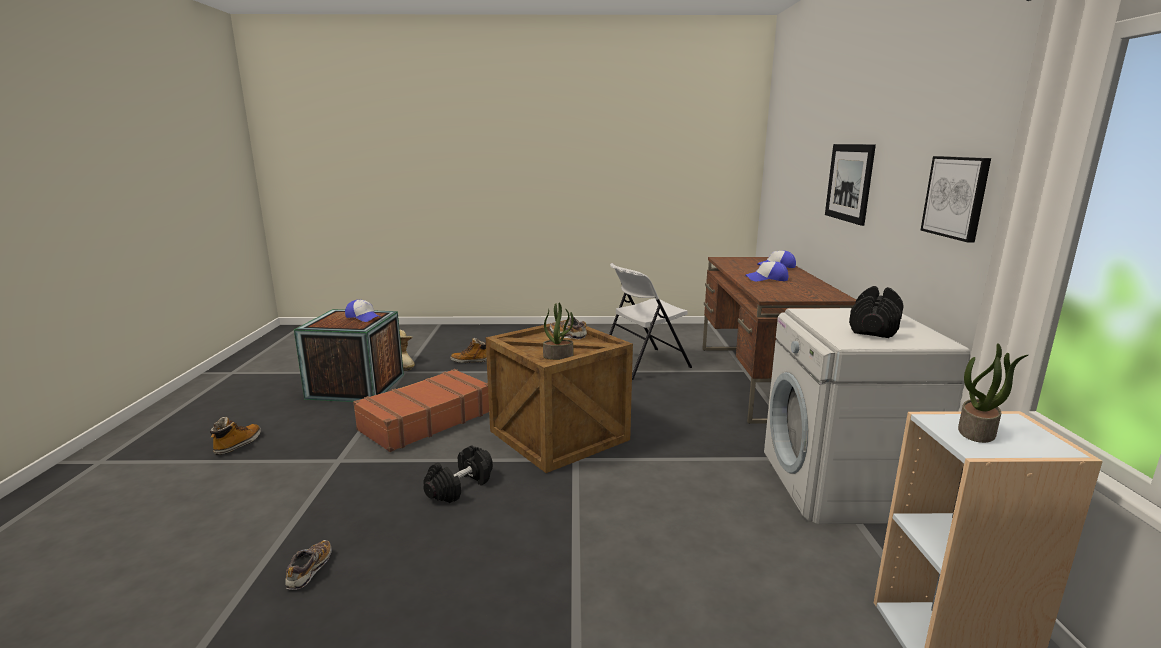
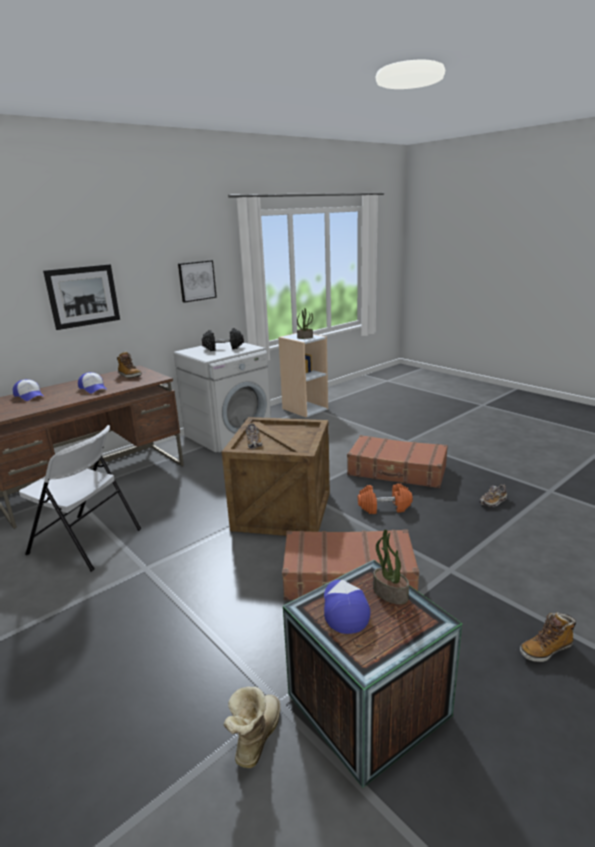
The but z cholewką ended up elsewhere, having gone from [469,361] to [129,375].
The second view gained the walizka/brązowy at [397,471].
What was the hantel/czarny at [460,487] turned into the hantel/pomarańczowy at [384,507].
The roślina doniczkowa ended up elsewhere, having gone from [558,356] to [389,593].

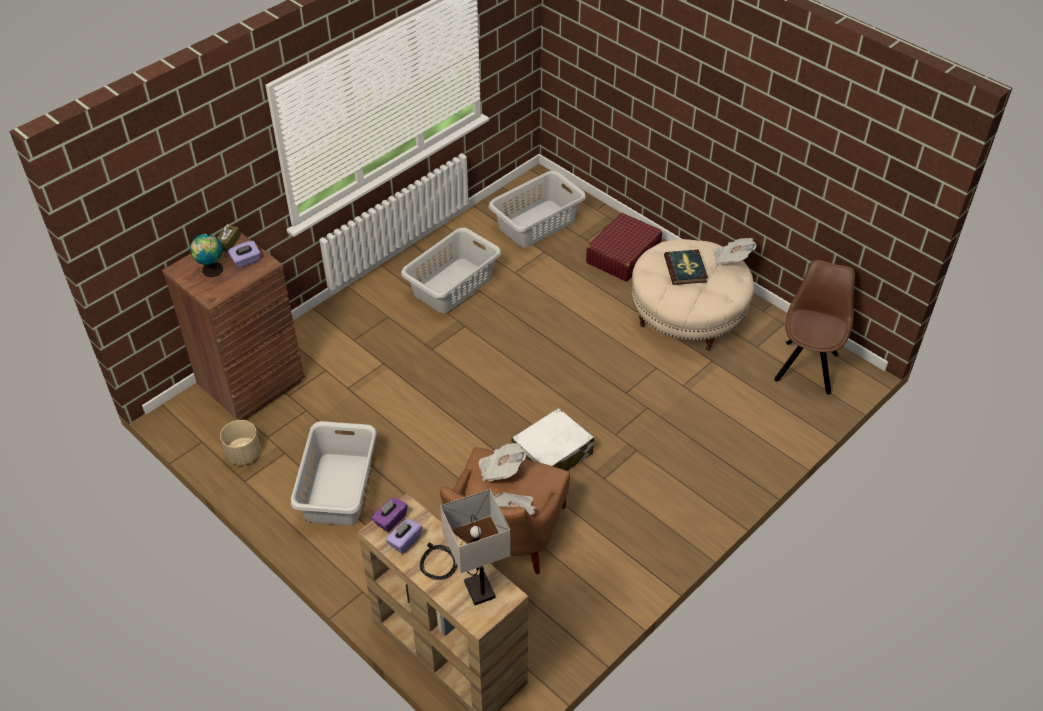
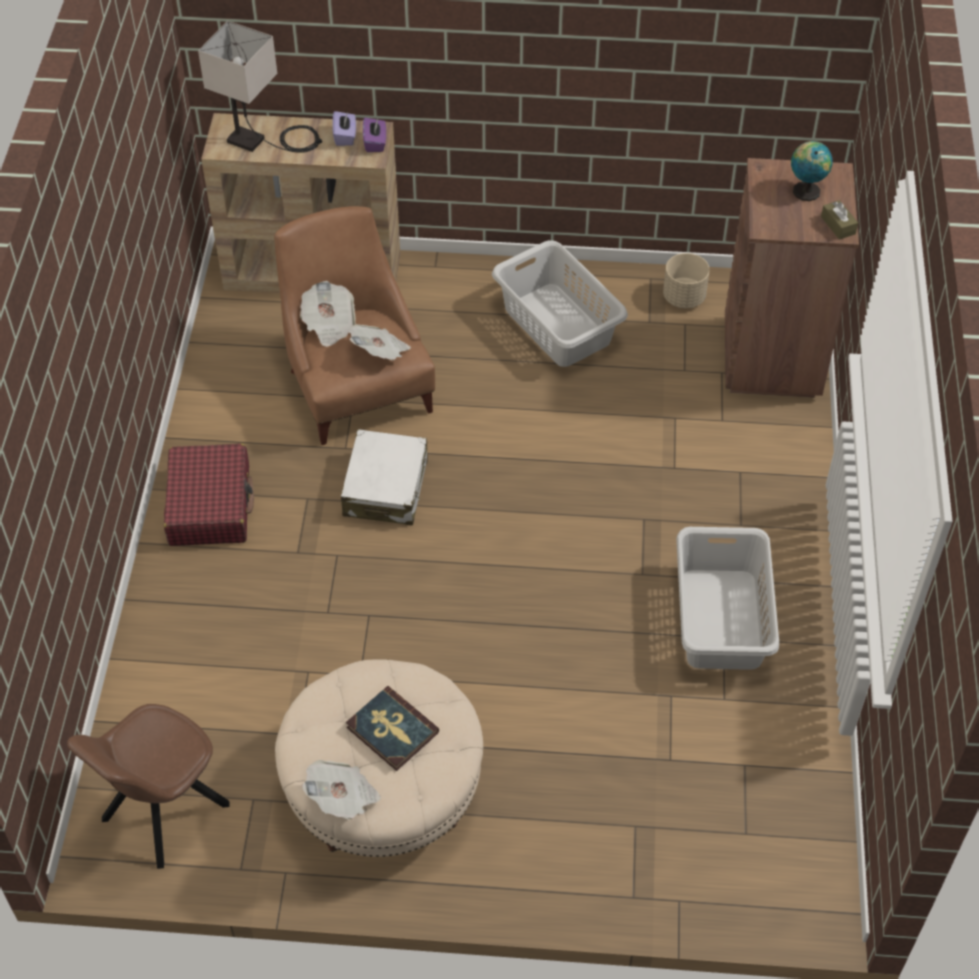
The krzesło/brązowy at [807,367] ended up facing another way, 60 degrees clockwise from before.
The walizka/czerwony ended up elsewhere, having gone from [622,255] to [210,505].
The second view lost the pudełko chusteczek/fioletowy at [246,261].
The second view lost the kosz na pranie/szary at [537,224].

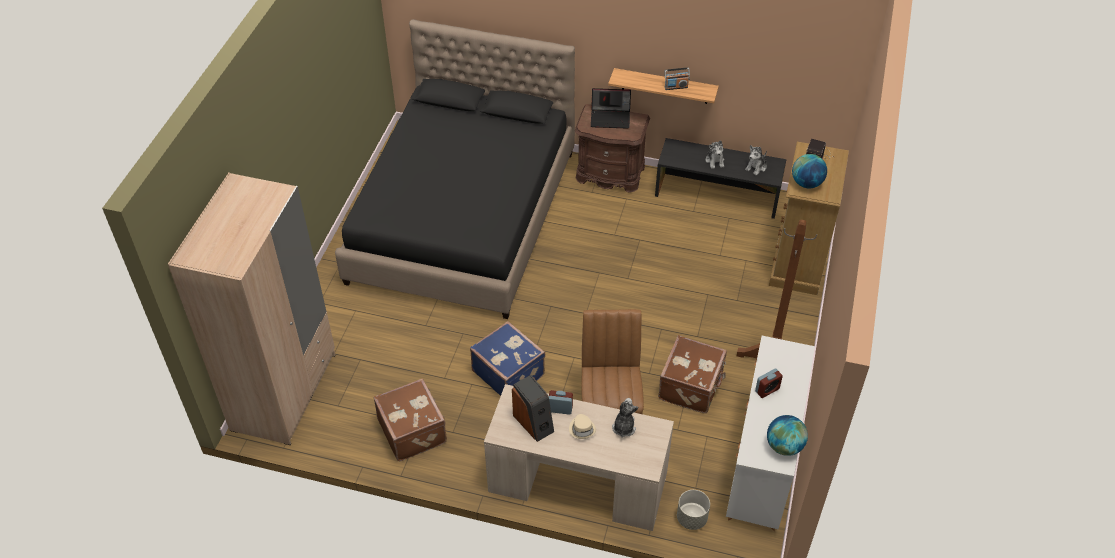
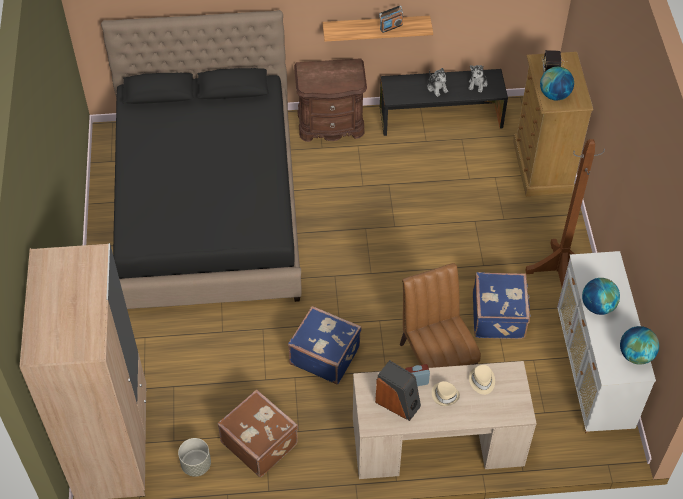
The donica/szary ended up elsewhere, having gone from [691,518] to [196,465].
Where the pluszak stood at [623,427], the kapelusz/beżowy came to stand at [482,381].
What was the walizka/brązowy at [691,386] turned into the walizka/niebieski at [499,316].
Where the budzik stood at [767,390], the globus came to stand at [597,306].
The second view lost the laptop at [611,117].

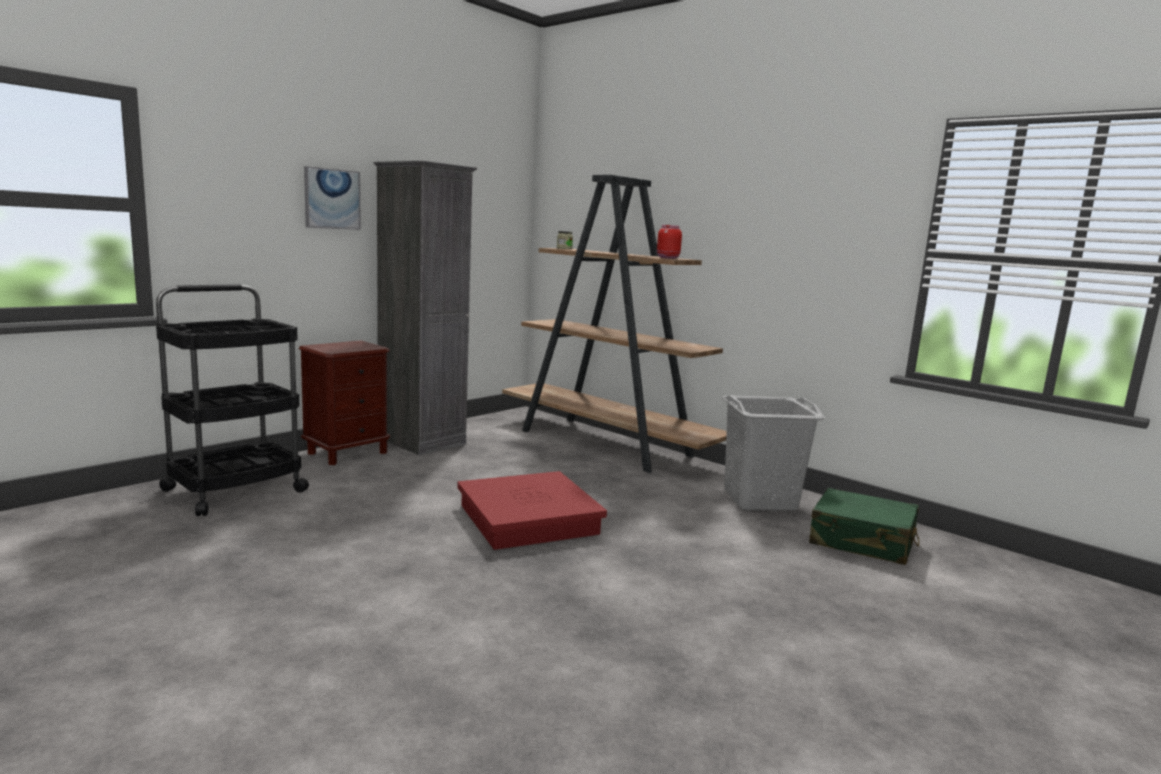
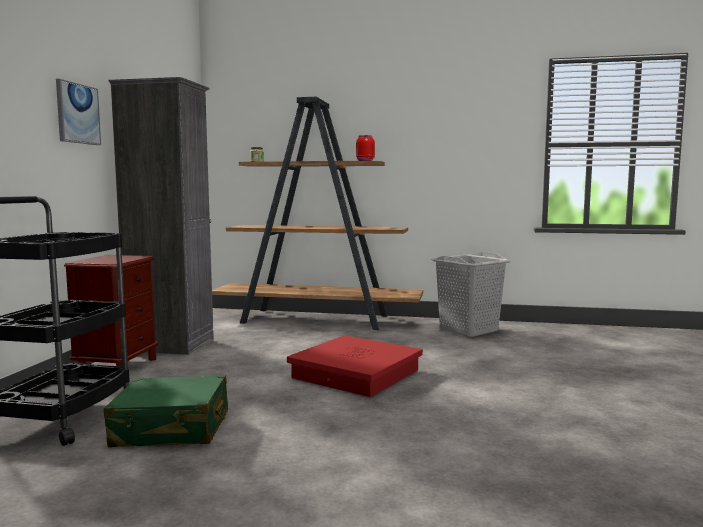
The walizka/zielony ended up elsewhere, having gone from [862,542] to [172,429].

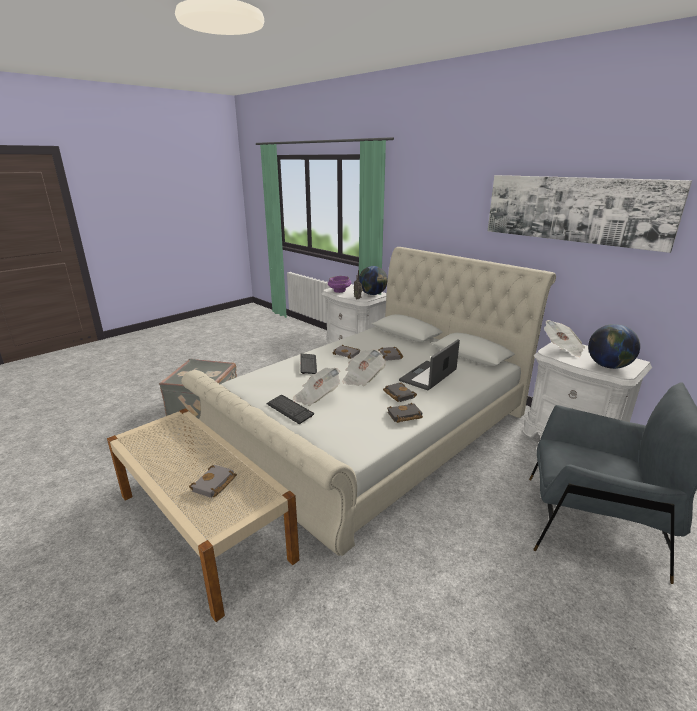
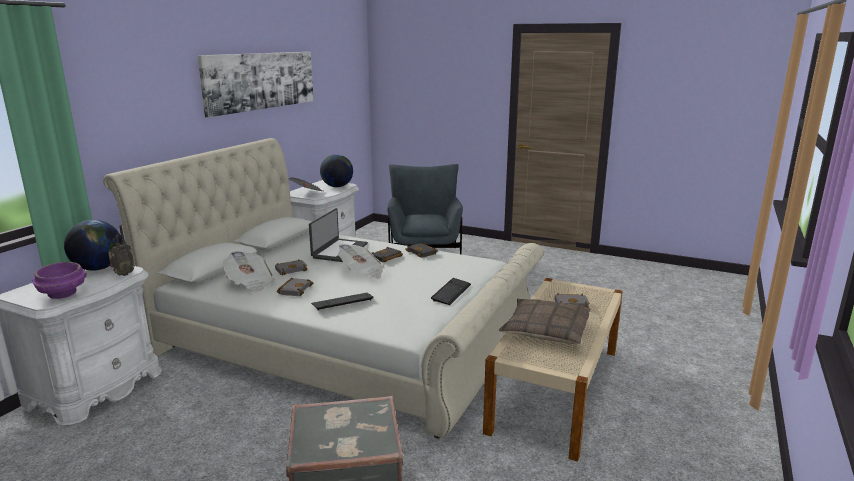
The gazeta ended up elsewhere, having gone from [317,397] to [250,283].
The laptop at [429,376] ended up facing another way, 90 degrees counterclockwise from before.
The second view gained the poduszka at [545,330].

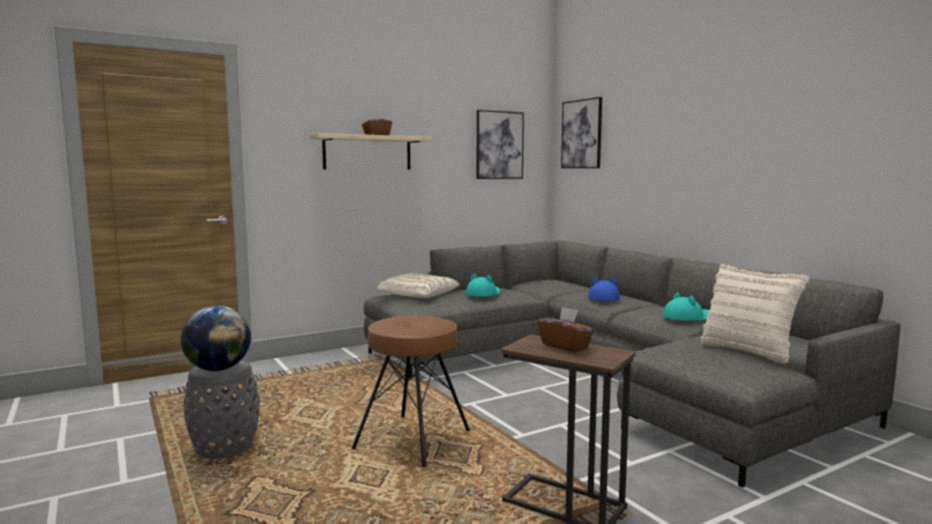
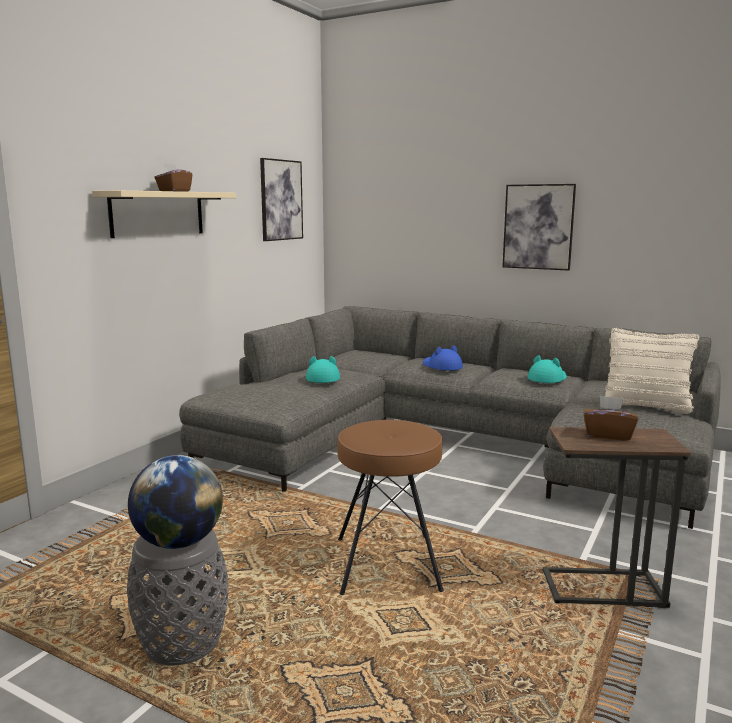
The obraz ended up elsewhere, having gone from [582,134] to [538,227].
The second view lost the poduszka/beżowy at [419,295].

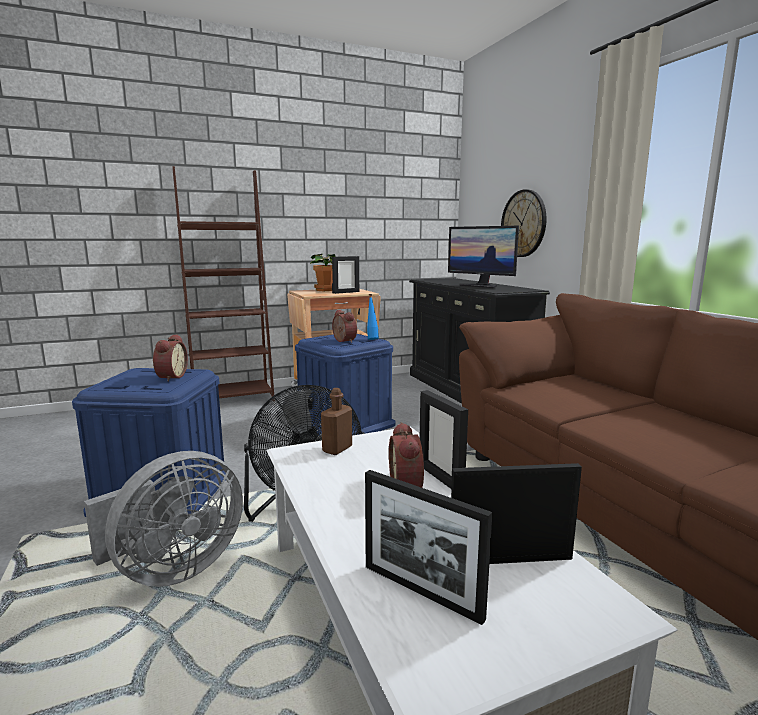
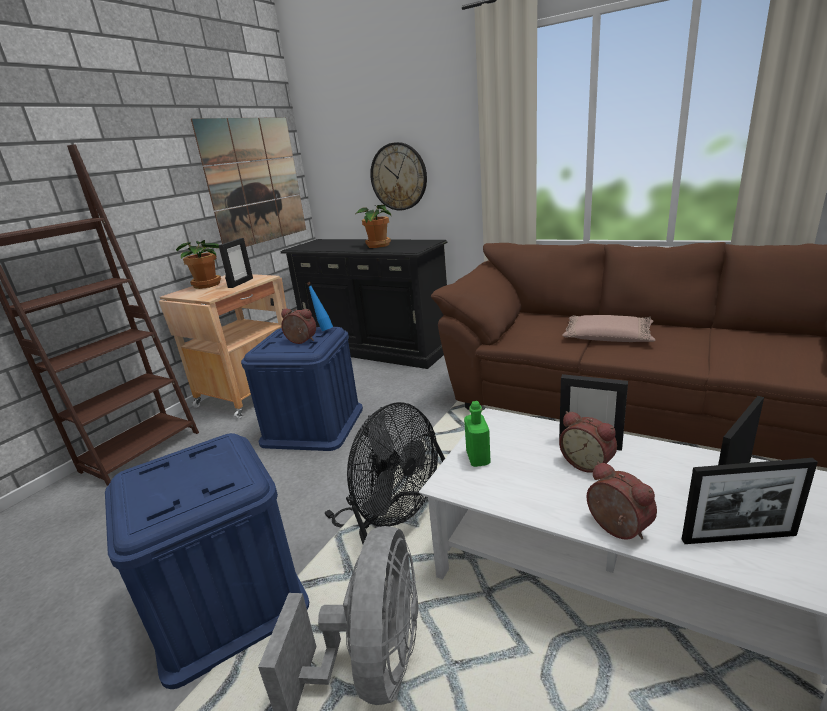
The second view gained the obraz at [255,182].
Where the monitor stood at [481,286], the roślina doniczkowa came to stand at [377,245].
What was the butelka/brązowy at [337,449] turned into the butelka/zielony at [478,458].
The second view gained the poduszka/beżowy at [608,335].
The budzik ended up elsewhere, having gone from [170,377] to [615,529].

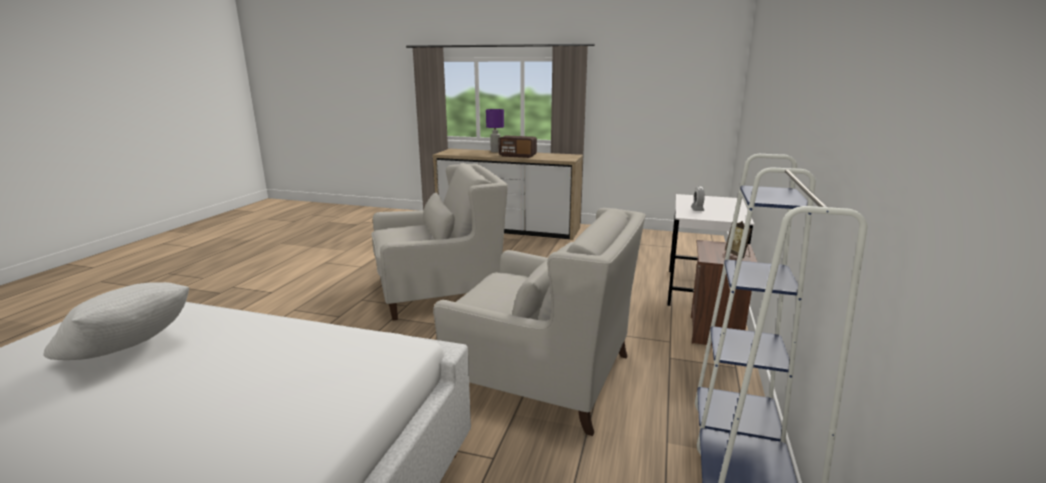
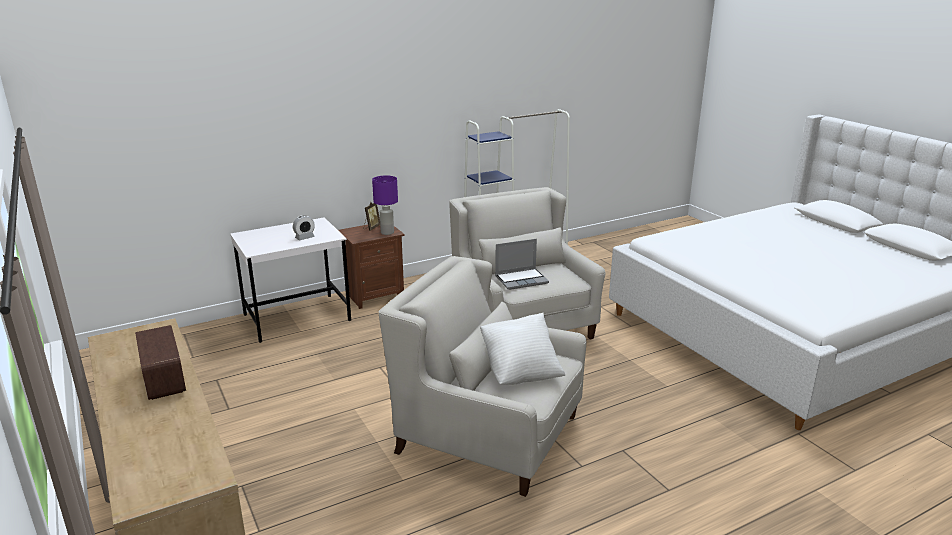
The lampa stołowa/fioletowy ended up elsewhere, having gone from [495,151] to [387,232].
The poduszka/biały ended up elsewhere, having gone from [129,352] to [520,371].
The second view gained the laptop at [521,279].

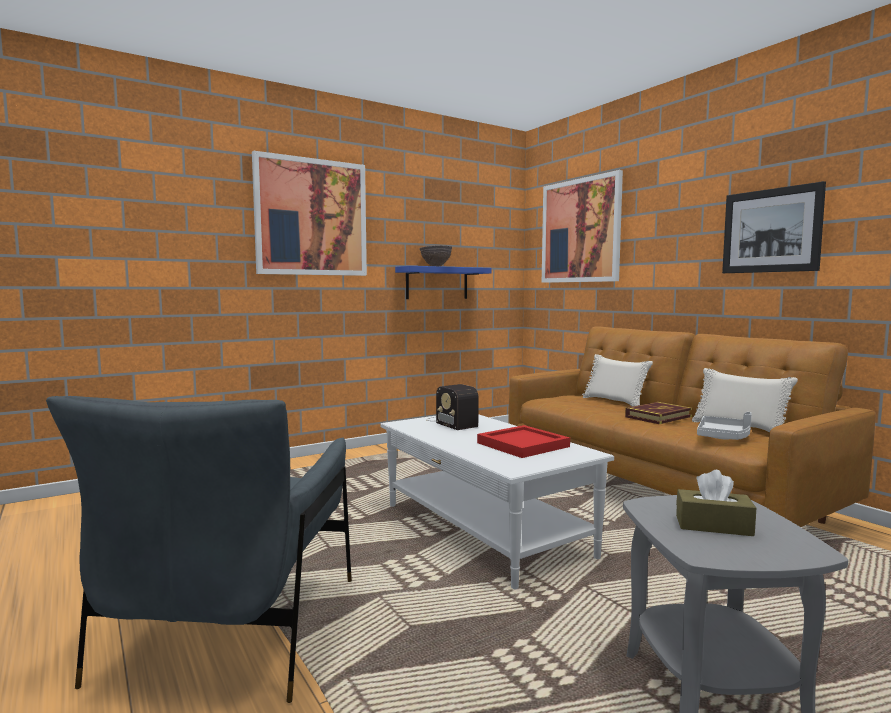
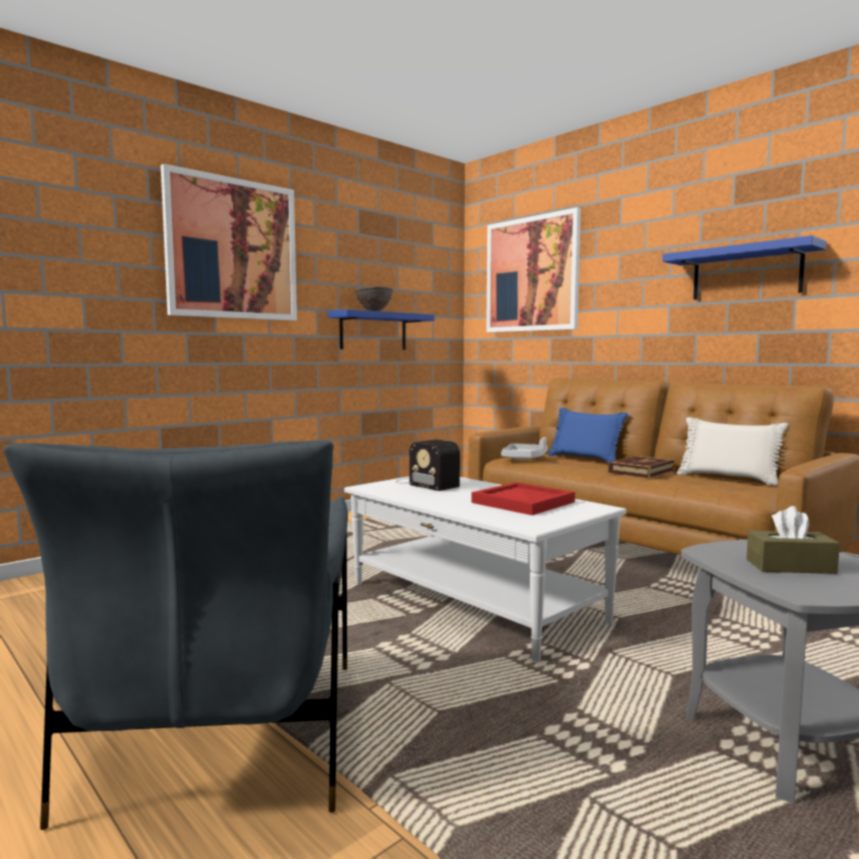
The taca/szary ended up elsewhere, having gone from [724,437] to [525,458].
What was the poduszka/biały at [614,402] turned into the poduszka/niebieski at [585,459].
Where the obraz hung at [771,230], the półka/niebieski came to hang at [746,273].

